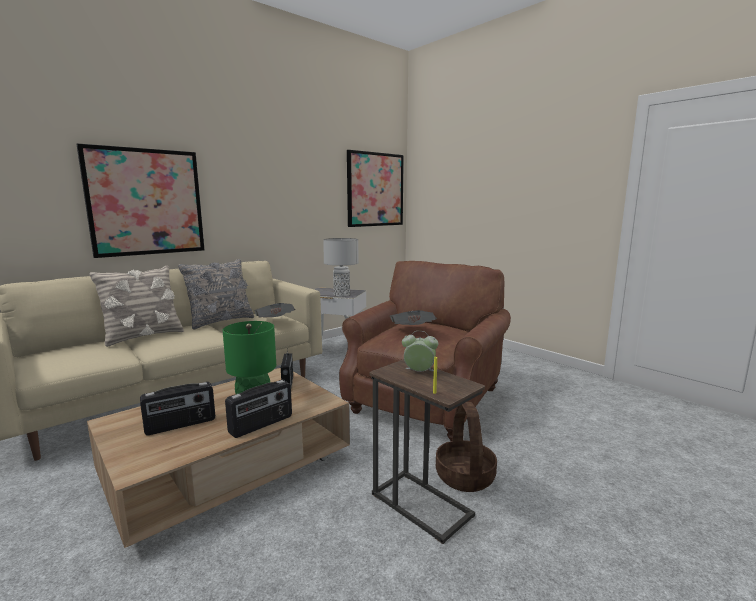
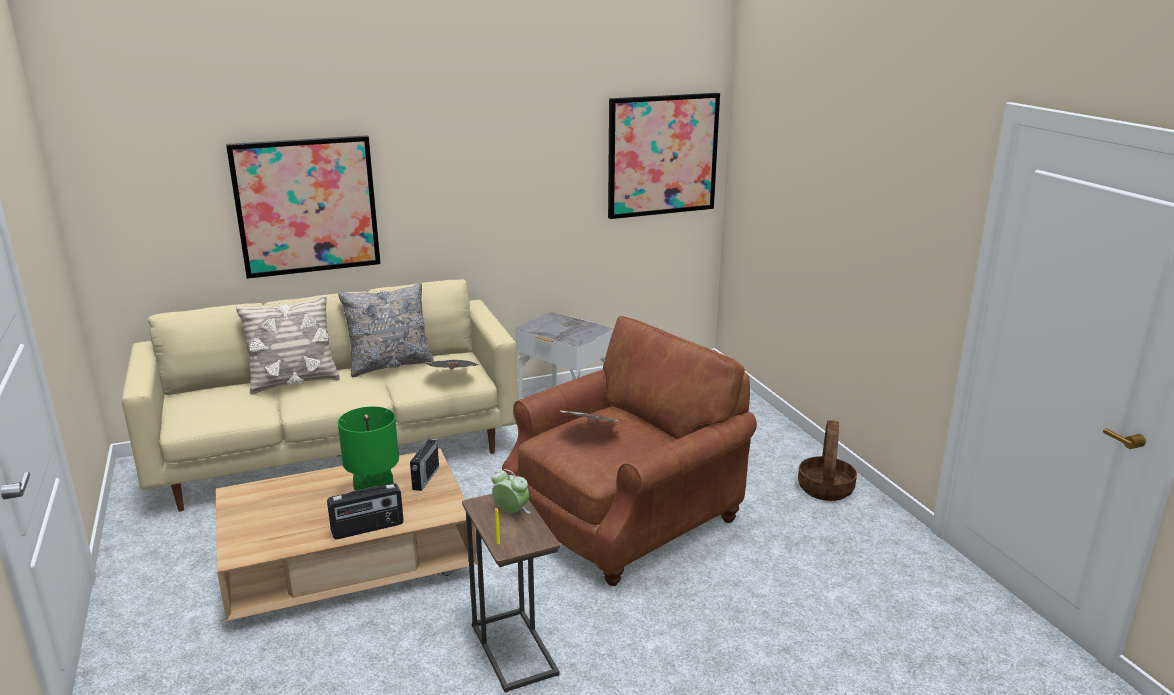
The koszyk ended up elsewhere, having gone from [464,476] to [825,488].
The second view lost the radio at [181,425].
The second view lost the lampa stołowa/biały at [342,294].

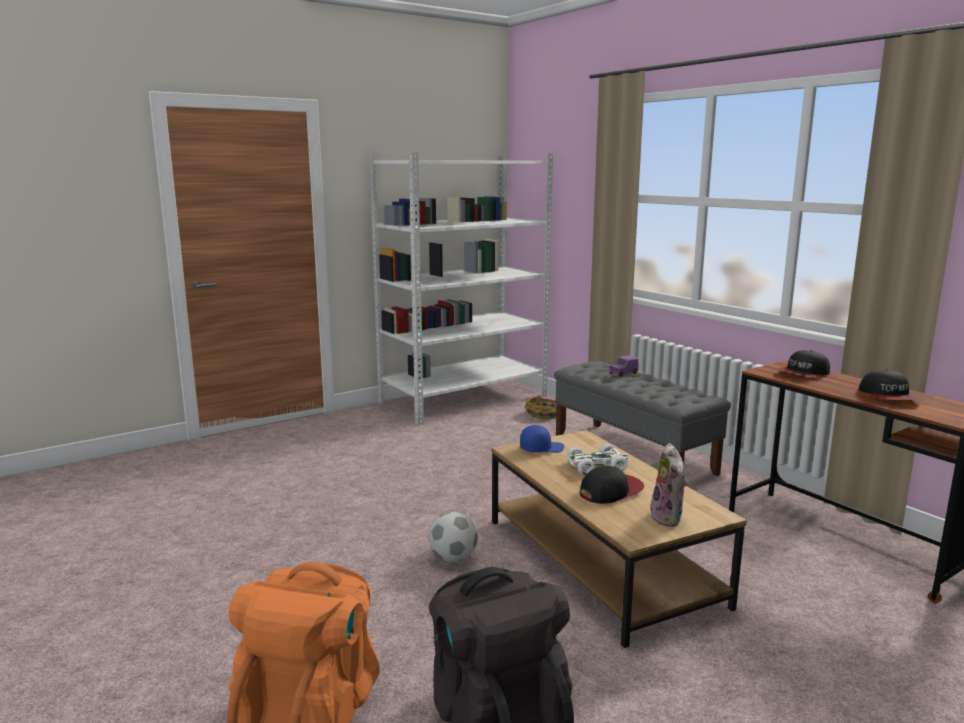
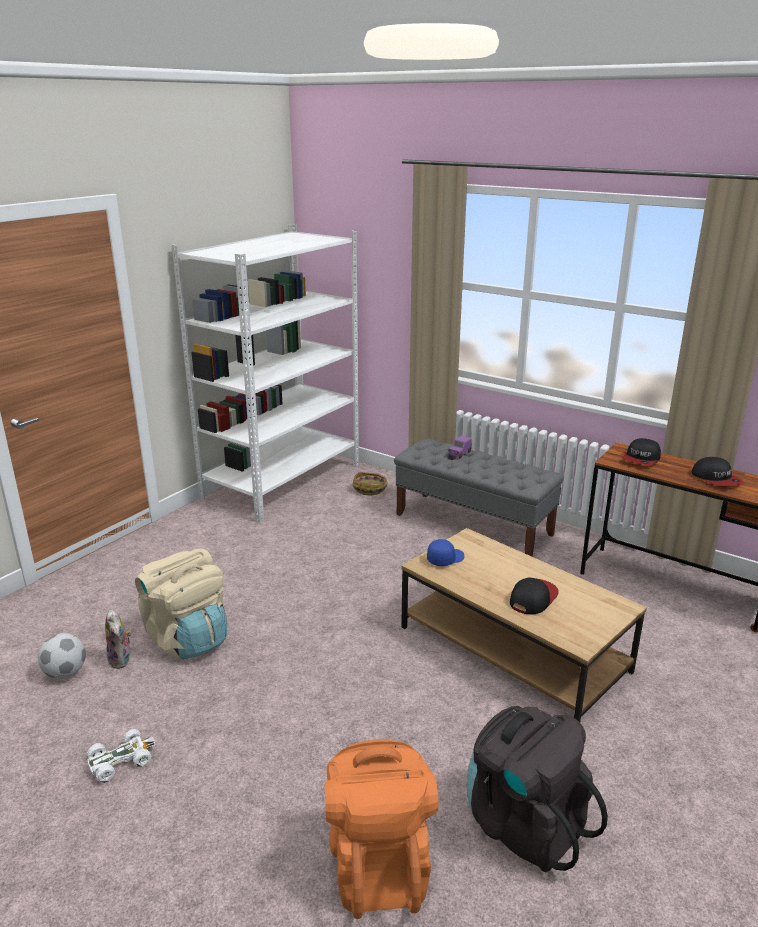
The piłka futbolowa ended up elsewhere, having gone from [453,559] to [65,673].
The samochodzik/biały ended up elsewhere, having gone from [597,466] to [121,760].
The pluszak ended up elsewhere, having gone from [669,518] to [121,660].
The second view gained the plecak/beżowy at [188,638].

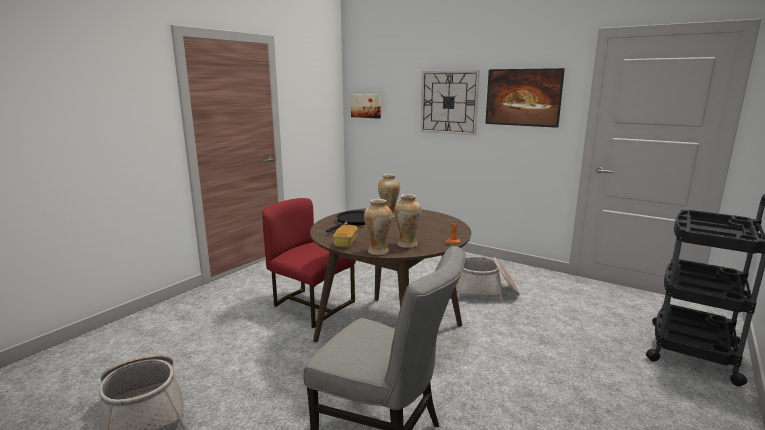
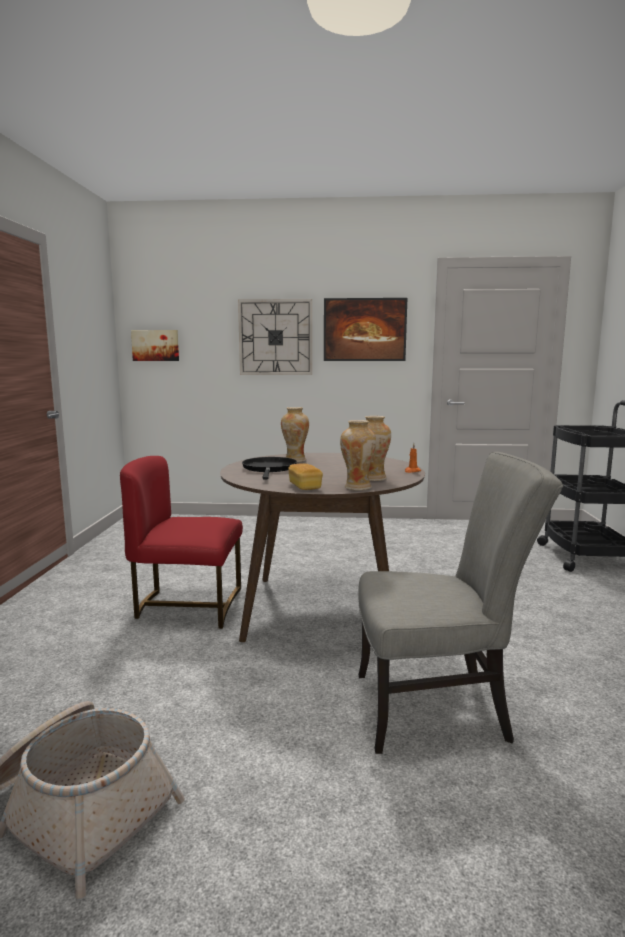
The second view lost the koszyk at [485,292].

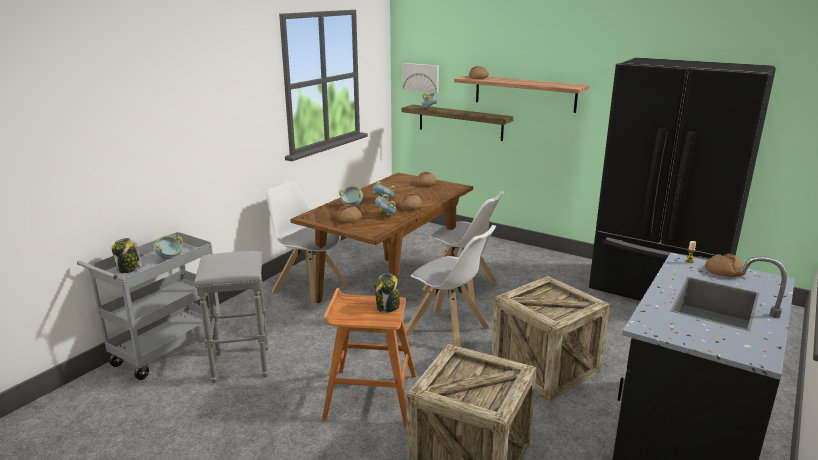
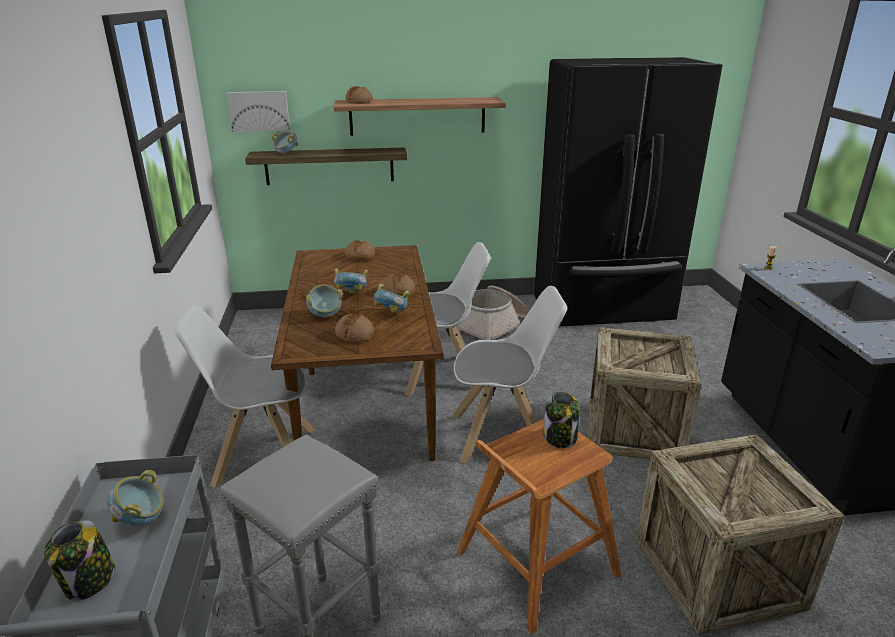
The second view gained the koszyk at [492,327].
The second view lost the chleb at [724,272].

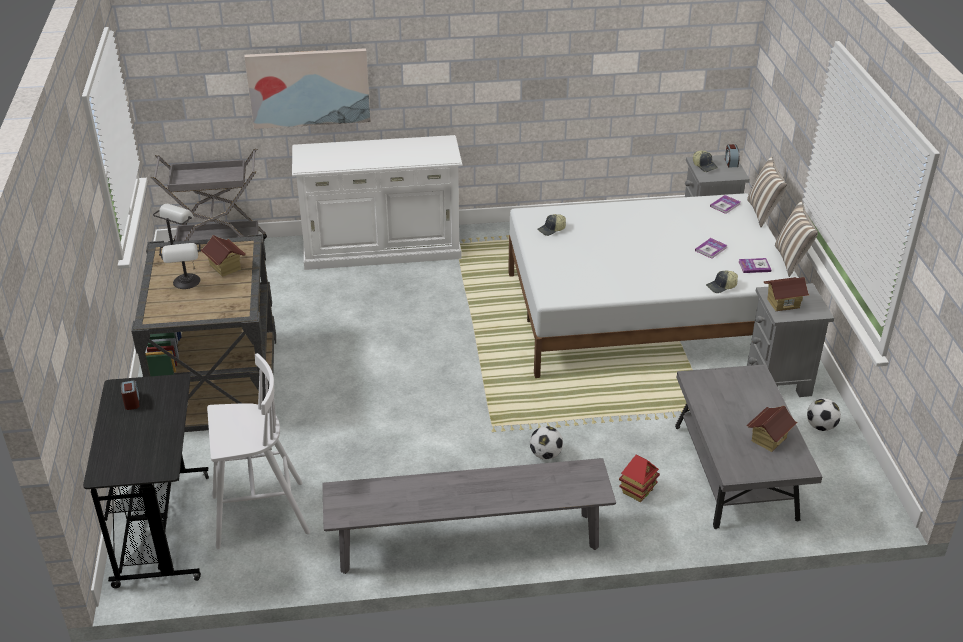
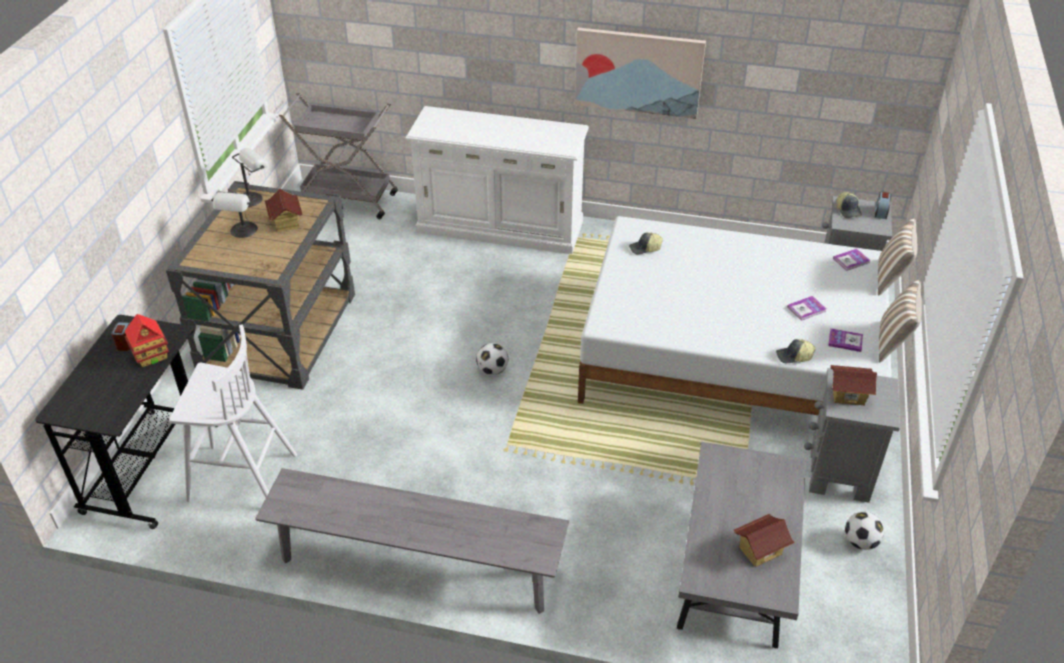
The domek ended up elsewhere, having gone from [637,491] to [151,356].
The piłka futbolowa ended up elsewhere, having gone from [545,455] to [492,370].
The obraz ended up elsewhere, having gone from [309,87] to [638,72].

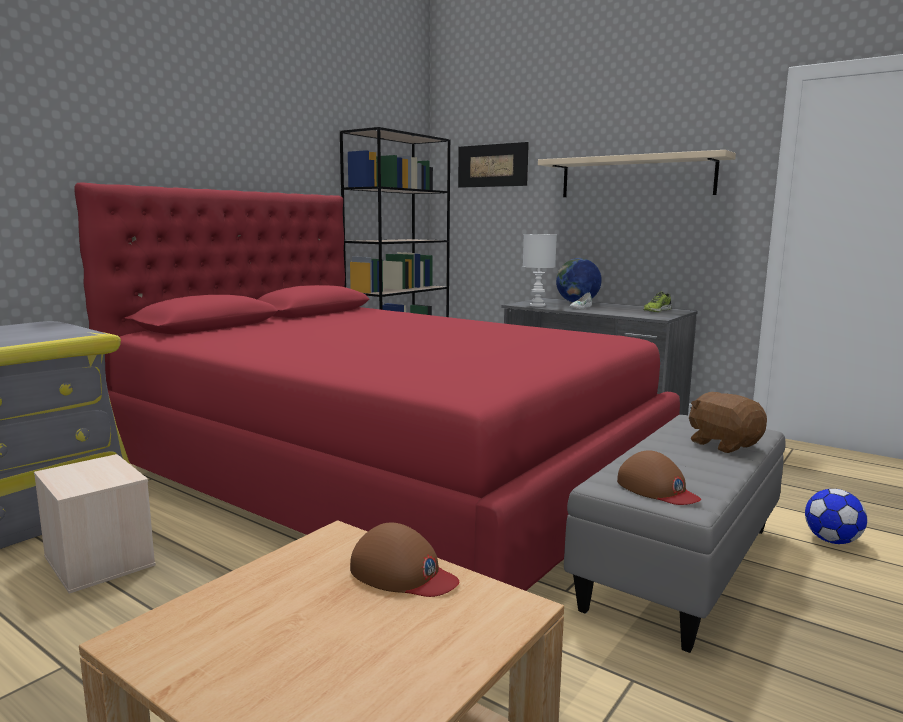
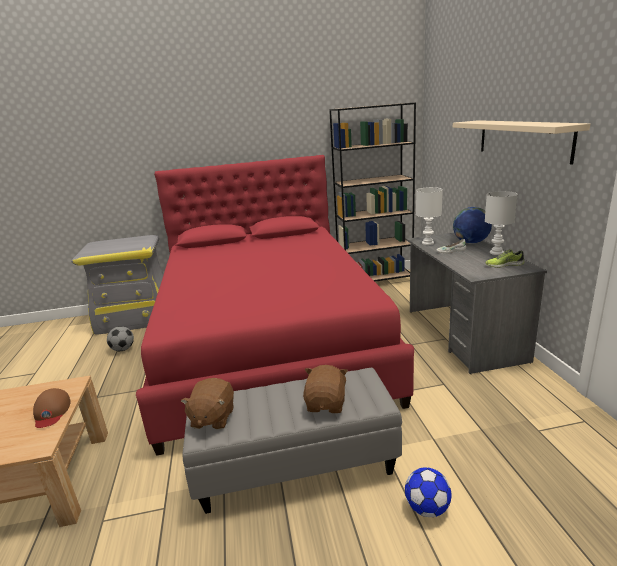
Where the pojemnik do przechowywania/beżowy stood at [97,560], the piłka futbolowa came to stand at [123,349].
Where the czapka z daszkiem/brązowy stood at [657,489], the pluszak/brązowy came to stand at [212,418].
The second view gained the lampa stołowa/biały at [497,253].
The second view lost the obraz at [492,165].

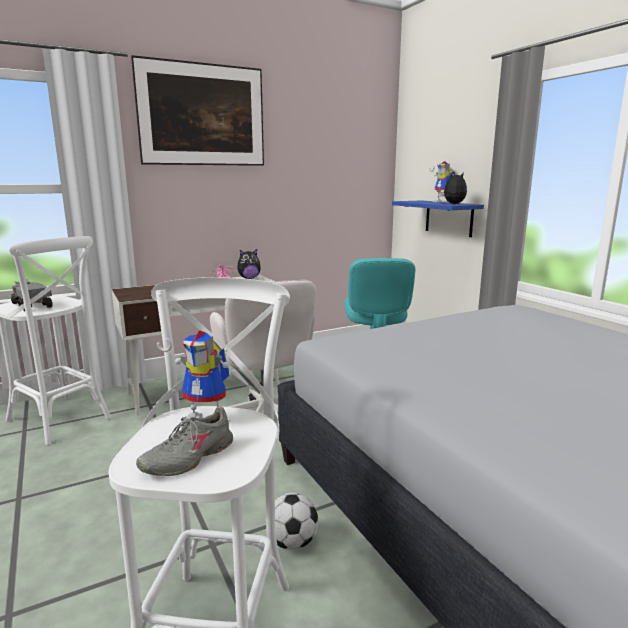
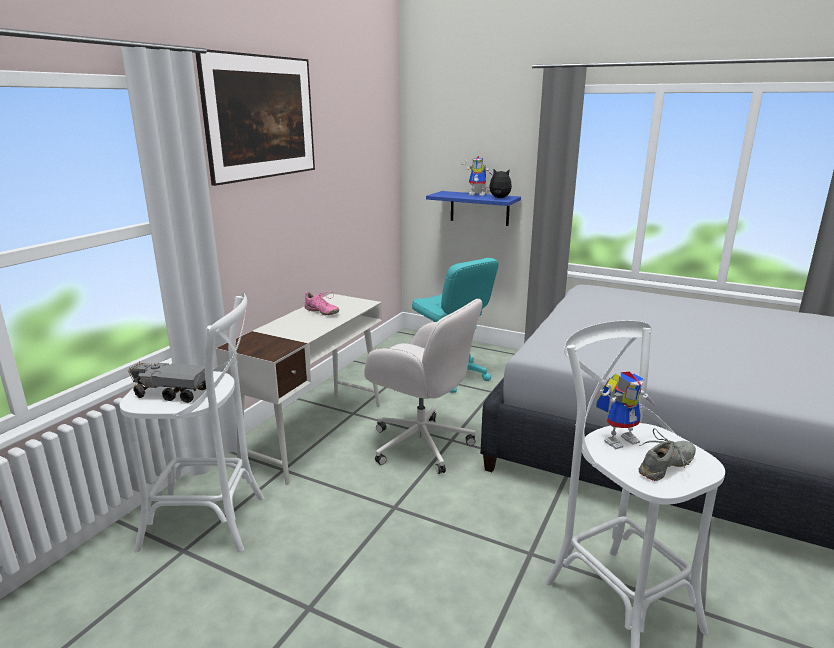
The but/szary at [188,457] ended up facing another way, 135 degrees counterclockwise from before.
The second view lost the pluszak at [249,278].
The second view lost the piłka futbolowa at [292,542].

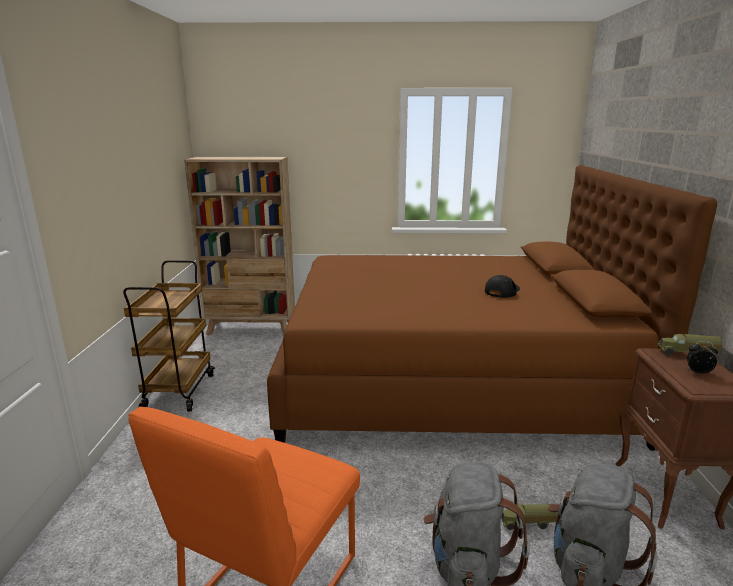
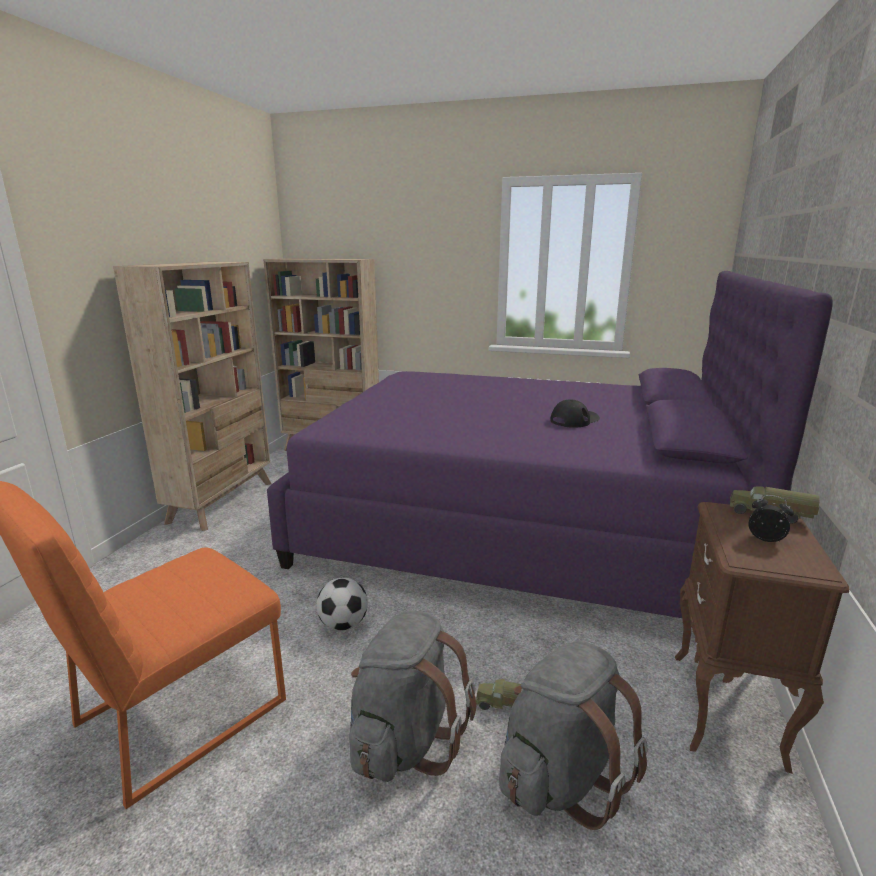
Where the wózek/brązowy stood at [180,391], the regał/beżowy came to stand at [222,502].
What was the łóżko/brązowy at [448,378] turned into the łóżko/fioletowy at [515,524].
The second view gained the piłka futbolowa at [343,625].

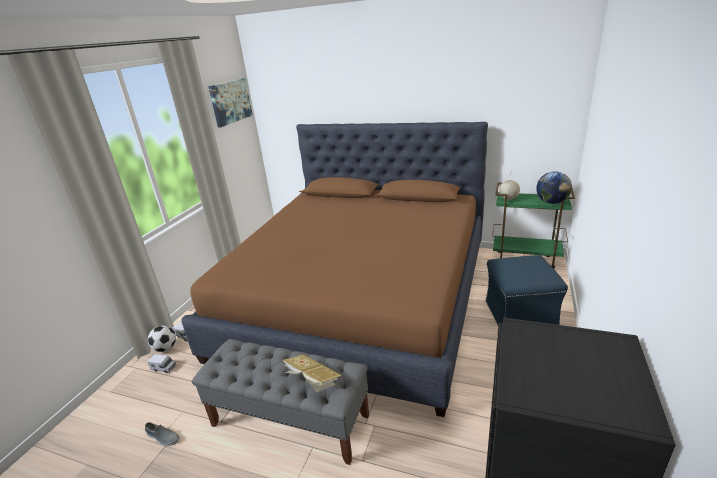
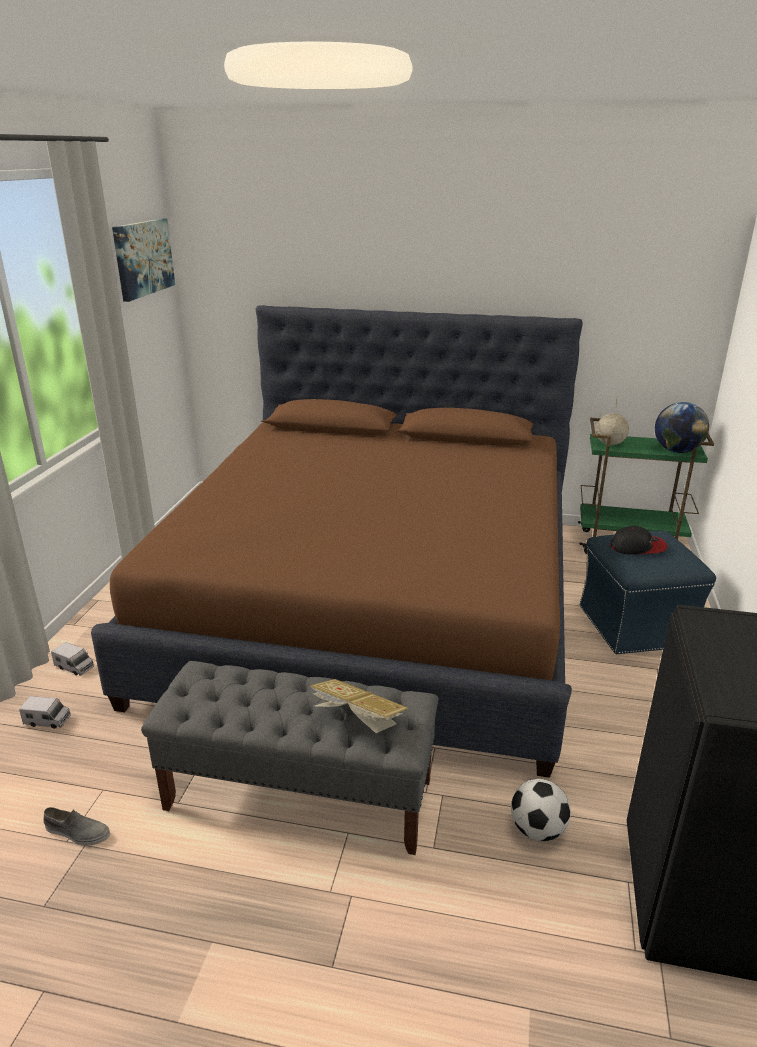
The piłka futbolowa ended up elsewhere, having gone from [165,348] to [537,830].
The second view gained the czapka z daszkiem at [638,547].

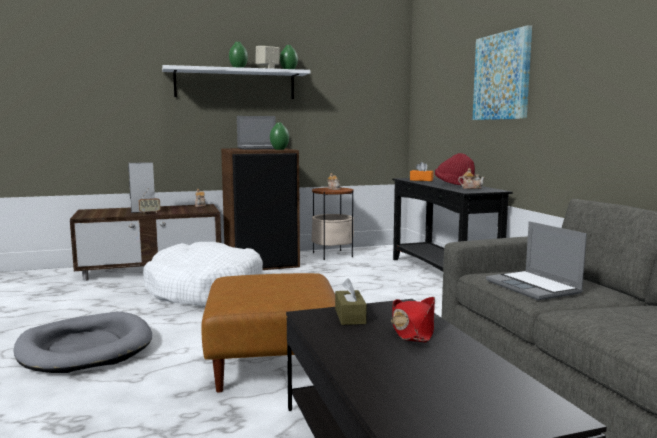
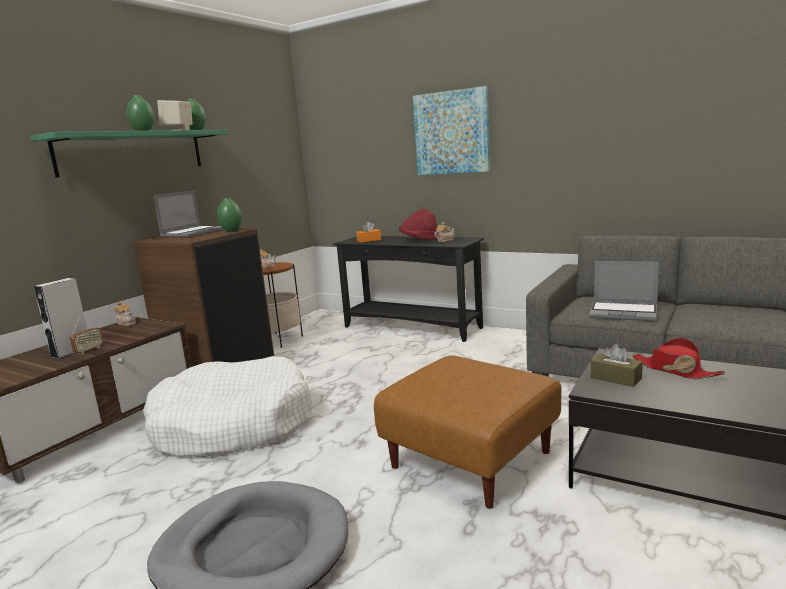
What was the półka/biały at [235,84] turned into the półka/zielony at [133,152].

